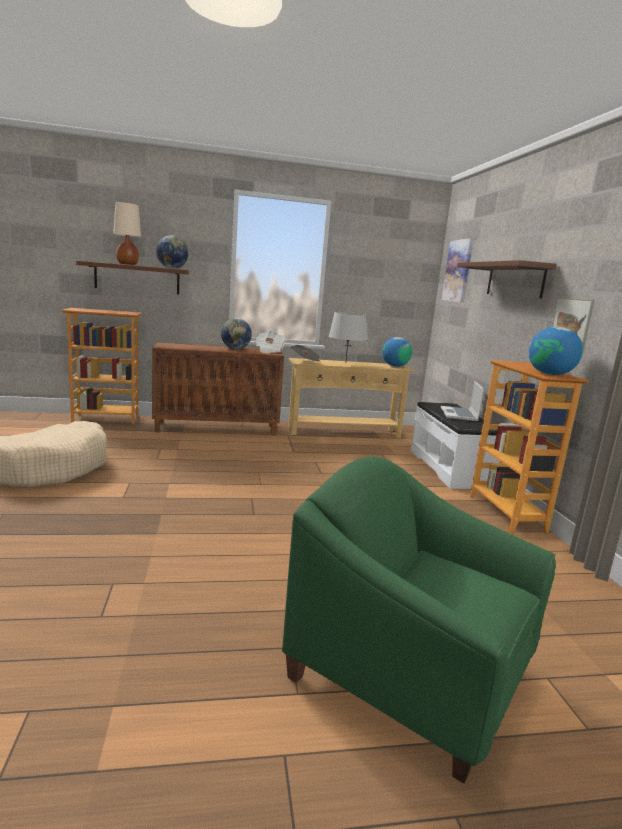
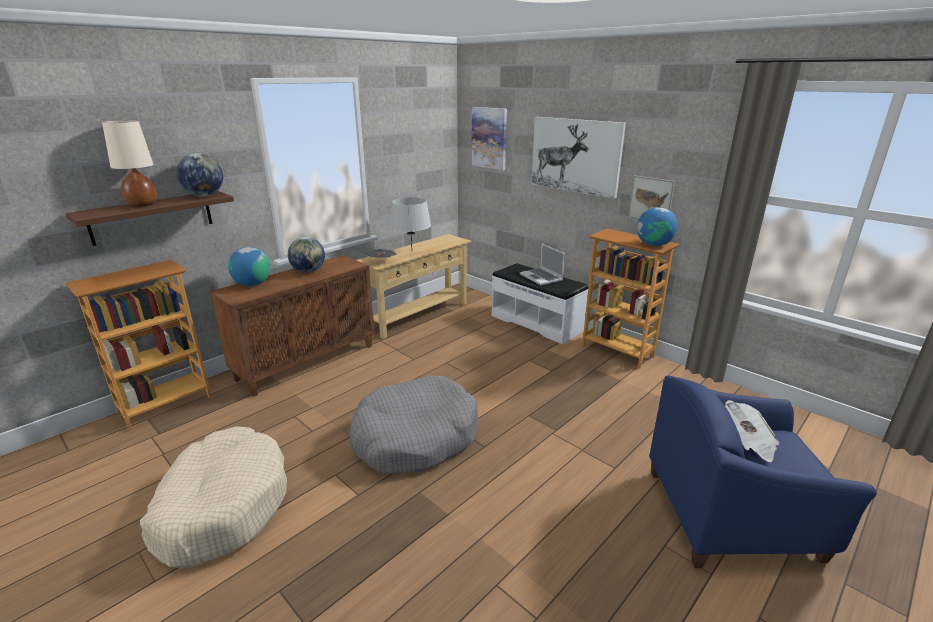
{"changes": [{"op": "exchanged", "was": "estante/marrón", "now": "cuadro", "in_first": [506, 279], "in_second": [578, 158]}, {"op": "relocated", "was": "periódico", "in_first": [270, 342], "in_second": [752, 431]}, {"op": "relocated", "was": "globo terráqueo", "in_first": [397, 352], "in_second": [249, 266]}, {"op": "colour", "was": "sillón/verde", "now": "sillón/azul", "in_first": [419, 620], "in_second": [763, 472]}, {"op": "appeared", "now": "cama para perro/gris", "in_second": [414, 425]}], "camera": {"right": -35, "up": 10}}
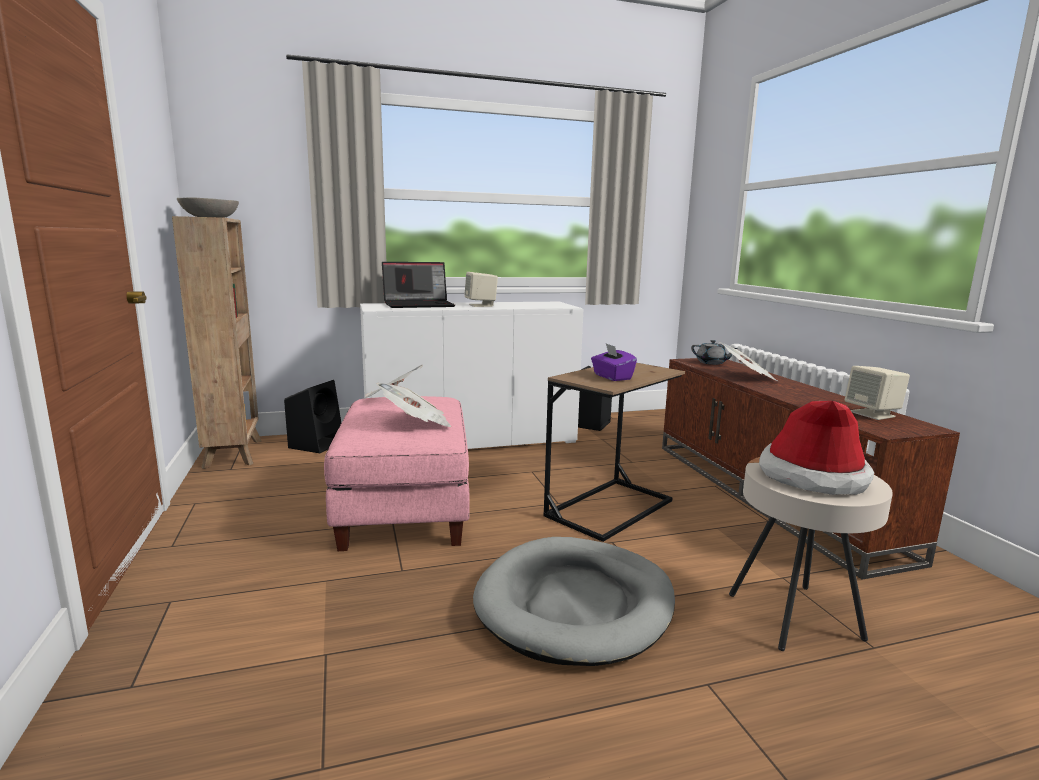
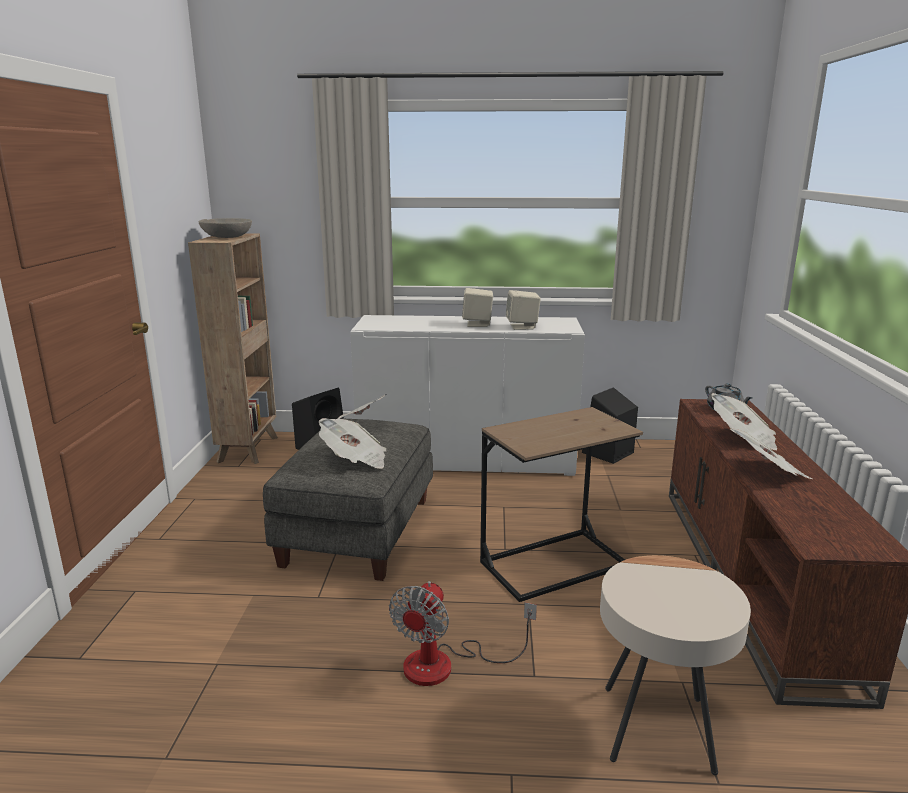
{"changes": [{"op": "missing", "was": "portátil", "in_first": [418, 285]}, {"op": "missing", "was": "caja de pañuelos/morado", "in_first": [614, 362]}, {"op": "relocated", "was": "altavoz/beis", "in_first": [877, 393], "in_second": [523, 310]}, {"op": "colour", "was": "puf/rosa", "now": "puf/gris", "in_first": [397, 473], "in_second": [348, 500]}, {"op": "missing", "was": "sombrero", "in_first": [816, 448]}, {"op": "exchanged", "was": "cama para perro/gris", "now": "ventilador", "in_first": [574, 601], "in_second": [463, 633]}, {"op": "appeared", "now": "periódico", "in_second": [771, 453]}], "camera": {"right": 20, "up": 5}}
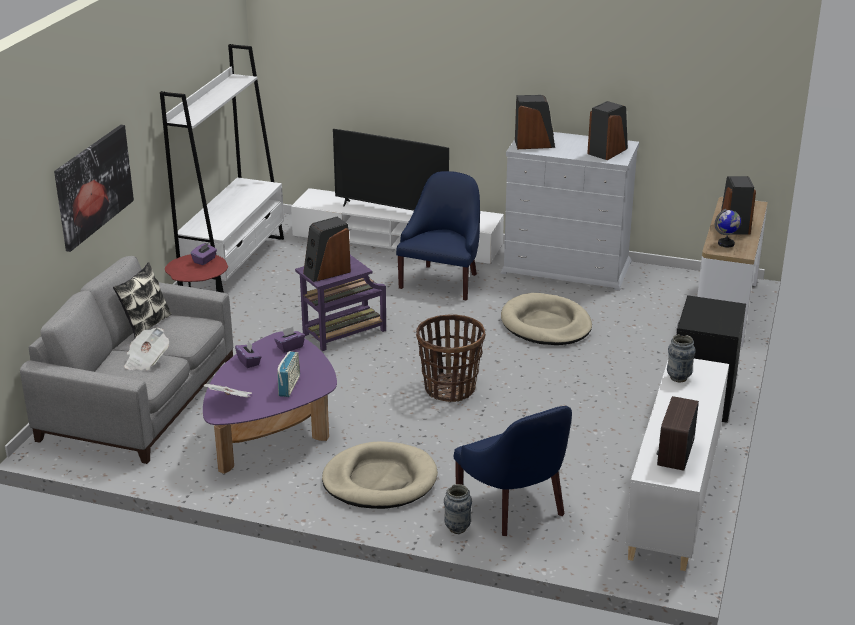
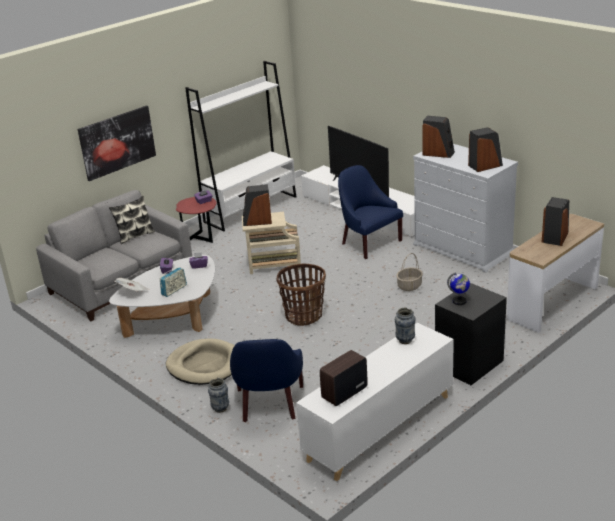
{"changes": [{"op": "spun", "was": "sillón/azul", "in_first": [438, 235], "in_second": [370, 212], "clockwise": -90}, {"op": "relocated", "was": "globo terráqueo", "in_first": [728, 228], "in_second": [458, 288]}, {"op": "colour", "was": "mesa auxiliar/morado", "now": "mesa auxiliar/beis", "in_first": [340, 303], "in_second": [271, 243]}, {"op": "exchanged", "was": "cama para perro/beis", "now": "cesta", "in_first": [546, 319], "in_second": [409, 272]}, {"op": "missing", "was": "periódico", "in_first": [146, 349]}, {"op": "colour", "was": "mesa de centro/morado", "now": "mesa de centro/blanco", "in_first": [270, 402], "in_second": [162, 296]}], "camera": {"right": 30, "up": 0}}
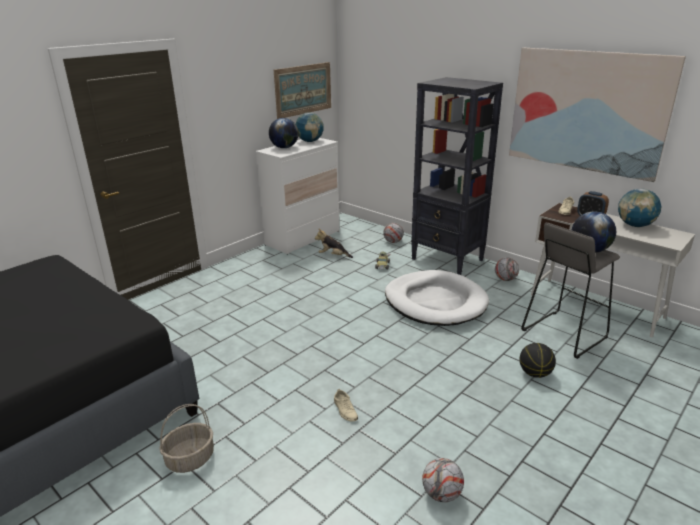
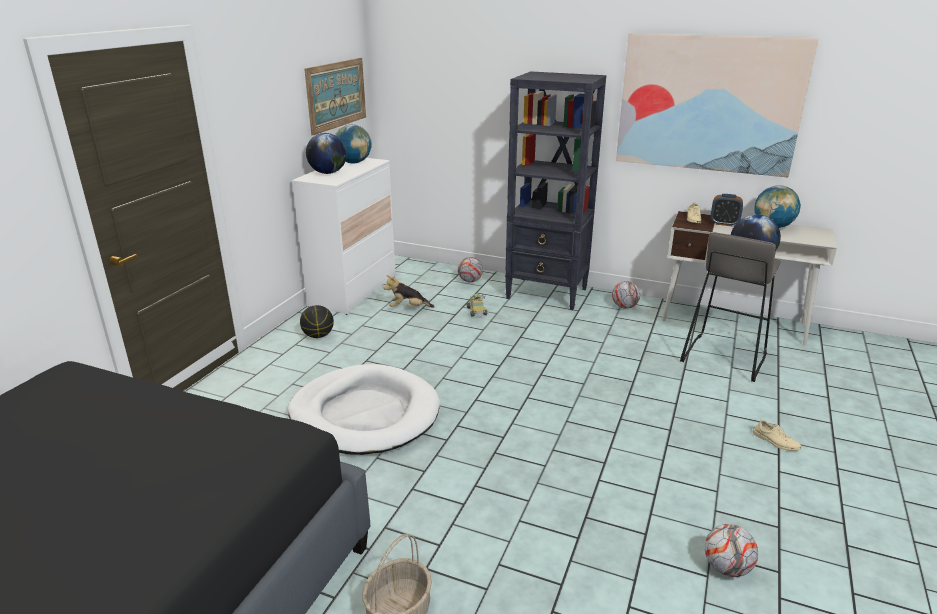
{"changes": [{"op": "relocated", "was": "cama para perro/blanco", "in_first": [437, 298], "in_second": [364, 409]}, {"op": "relocated", "was": "balón de baloncesto", "in_first": [537, 360], "in_second": [317, 321]}, {"op": "relocated", "was": "zapato/beis", "in_first": [346, 405], "in_second": [777, 435]}], "camera": {"right": -20, "up": 0}}
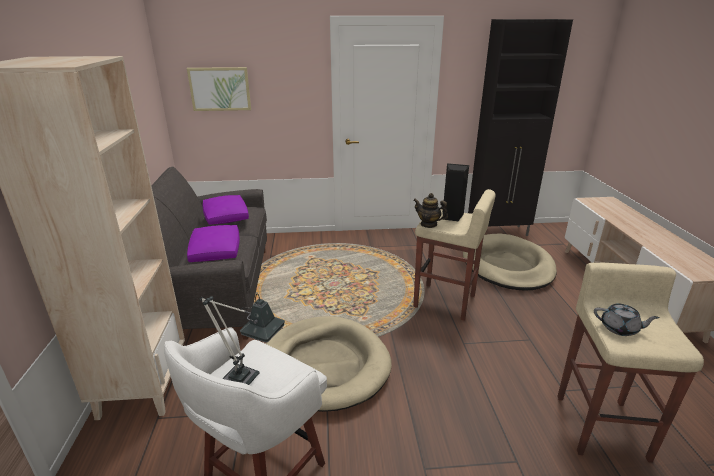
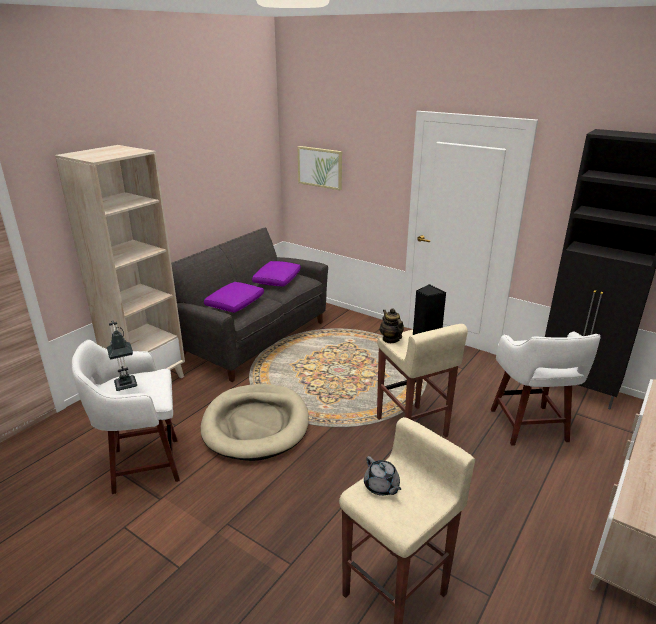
{"changes": [{"op": "exchanged", "was": "cama para perro/beis", "now": "taburete/blanco", "in_first": [510, 262], "in_second": [545, 388]}], "camera": {"right": 40, "up": 0}}
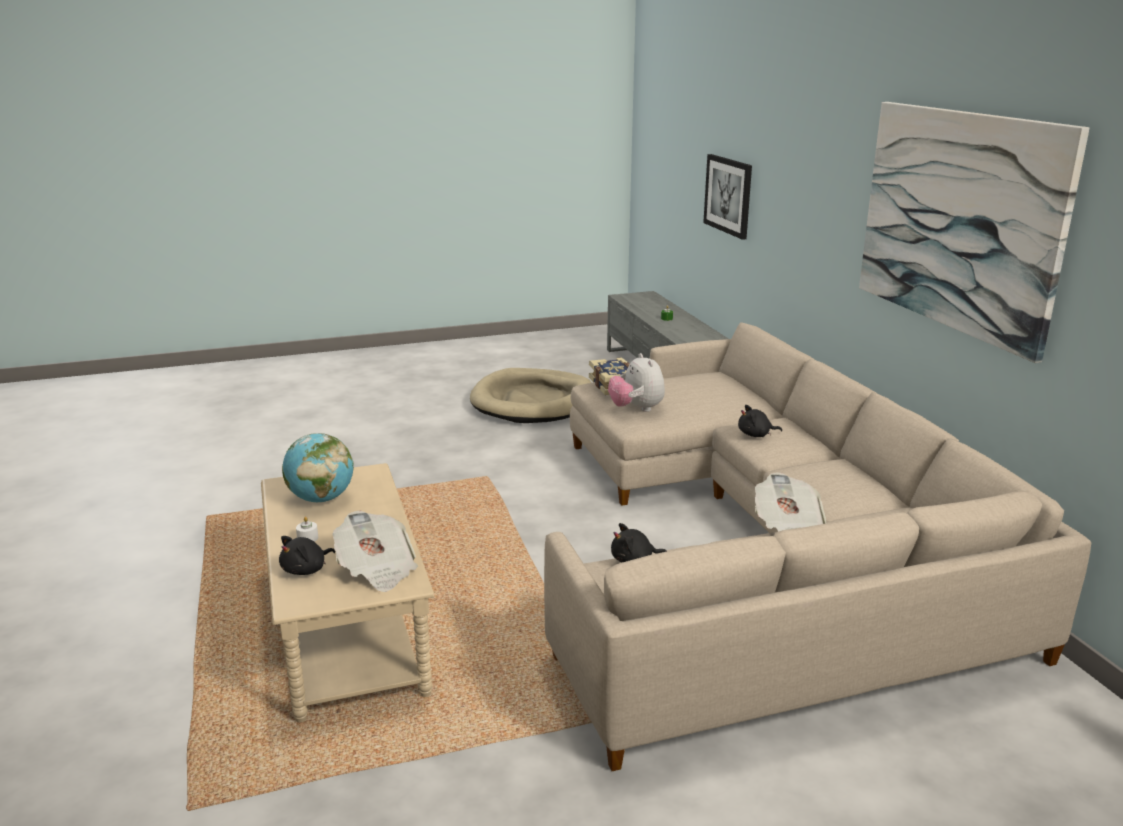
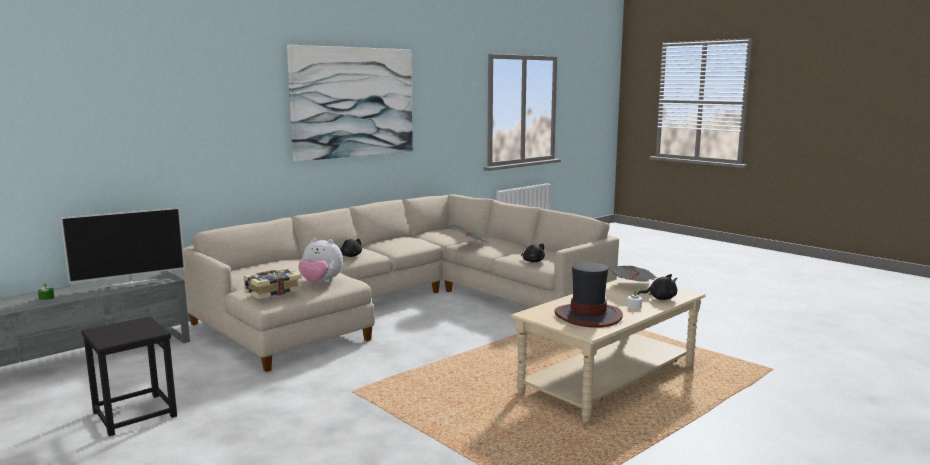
{"changes": [{"op": "missing", "was": "cuadro", "in_first": [727, 197]}, {"op": "spun", "was": "peluche", "in_first": [636, 382], "in_second": [320, 260], "clockwise": 60}, {"op": "exchanged", "was": "cama para perro/beis", "now": "taburete/negro", "in_first": [531, 395], "in_second": [129, 376]}, {"op": "exchanged", "was": "globo terráqueo", "now": "sombrero", "in_first": [318, 467], "in_second": [588, 295]}, {"op": "appeared", "now": "televisor", "in_second": [123, 247]}], "camera": {"right": -115, "up": -10}}
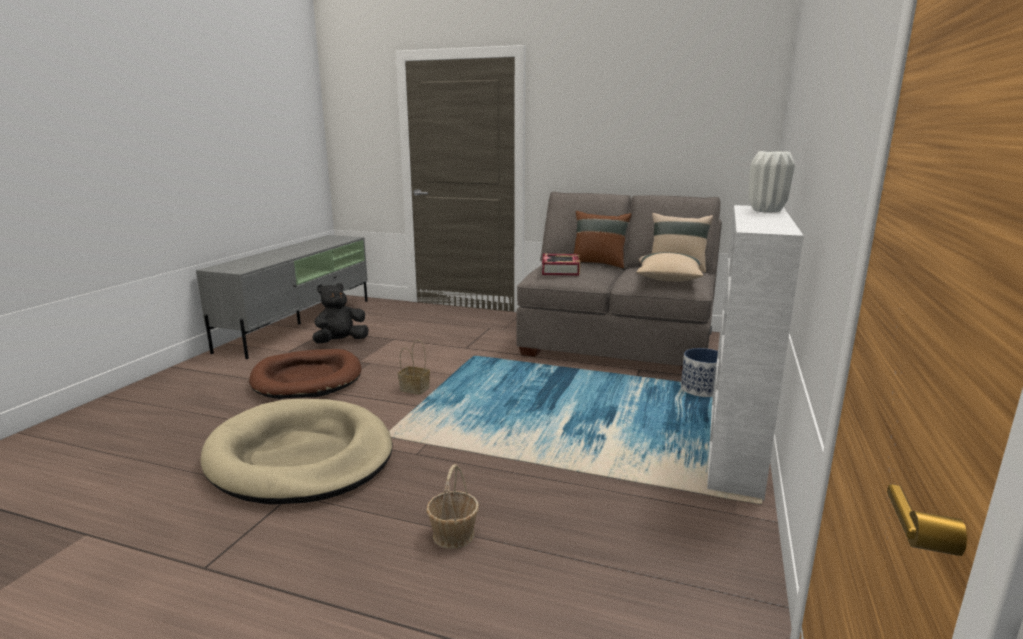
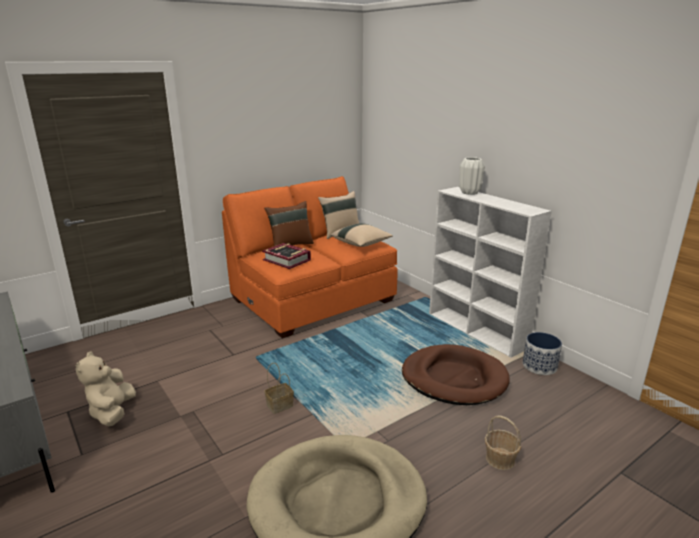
{"changes": [{"op": "colour", "was": "sofá/gris", "now": "sofá/naranja", "in_first": [619, 281], "in_second": [310, 257]}, {"op": "colour", "was": "peluche/negro", "now": "peluche/beis", "in_first": [340, 313], "in_second": [106, 388]}, {"op": "relocated", "was": "maceta", "in_first": [699, 372], "in_second": [542, 353]}, {"op": "relocated", "was": "cama para perro/marrón", "in_first": [305, 374], "in_second": [456, 374]}], "camera": {"right": -55, "up": 5}}
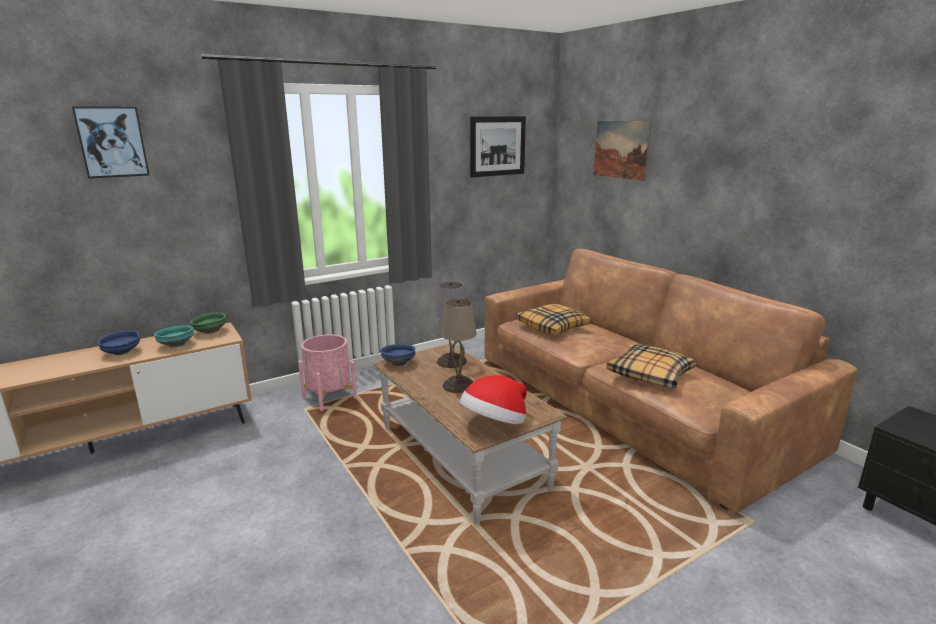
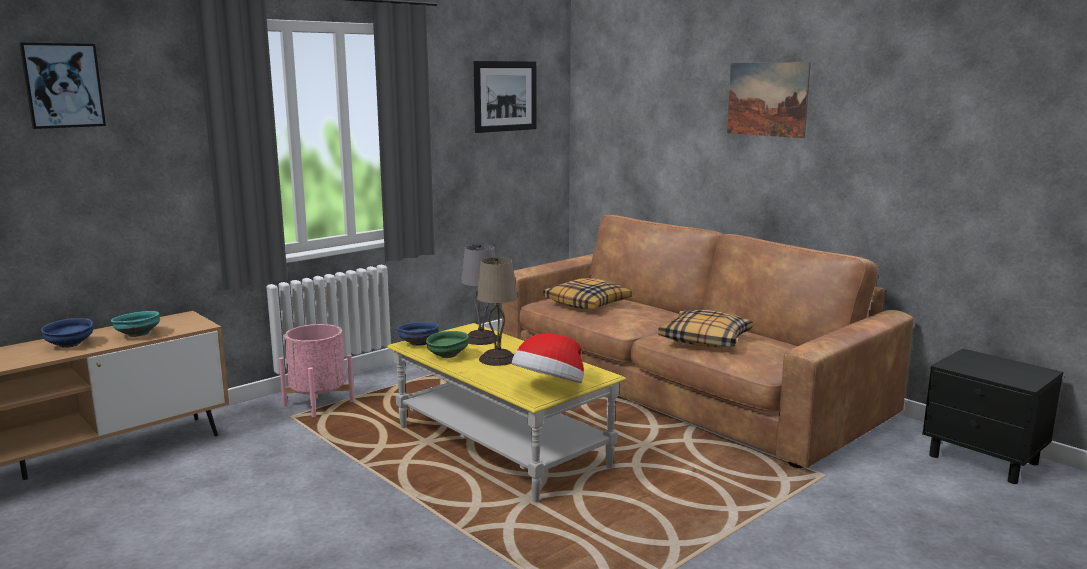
{"changes": [{"op": "relocated", "was": "cuadro", "in_first": [622, 151], "in_second": [769, 100]}, {"op": "relocated", "was": "cuenco/verde", "in_first": [208, 323], "in_second": [447, 344]}, {"op": "colour", "was": "mesa de centro/marrón", "now": "mesa de centro/amarillo", "in_first": [470, 433], "in_second": [506, 412]}], "camera": {"right": -10, "up": -5}}
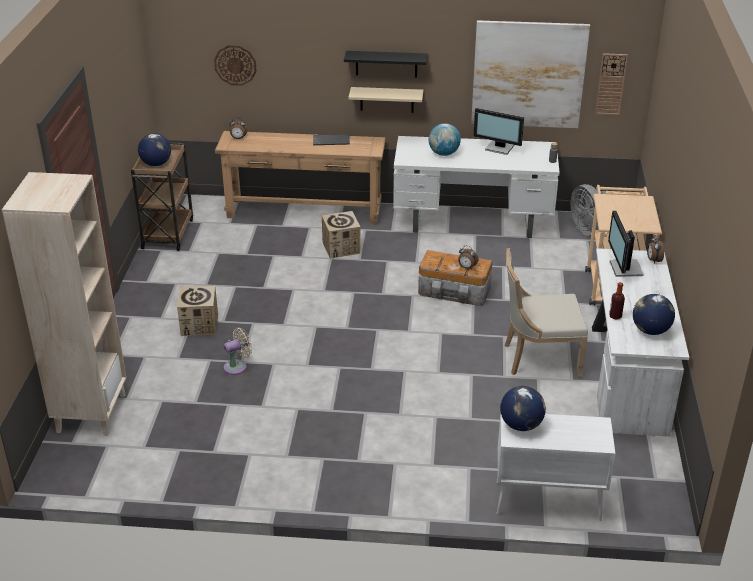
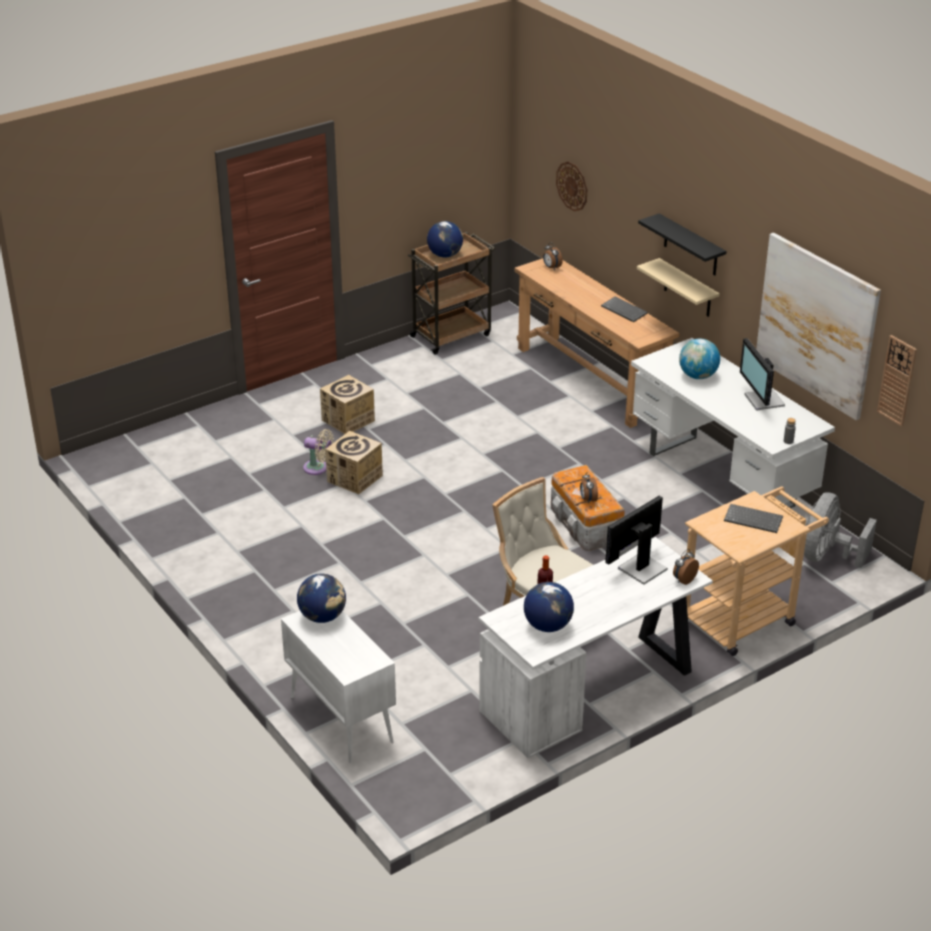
{"changes": [{"op": "missing", "was": "estantería/beis", "in_first": [64, 304]}, {"op": "relocated", "was": "caja de cartón", "in_first": [341, 235], "in_second": [354, 462]}, {"op": "appeared", "now": "teclado", "in_second": [753, 518]}], "camera": {"right": 50, "up": 0}}
